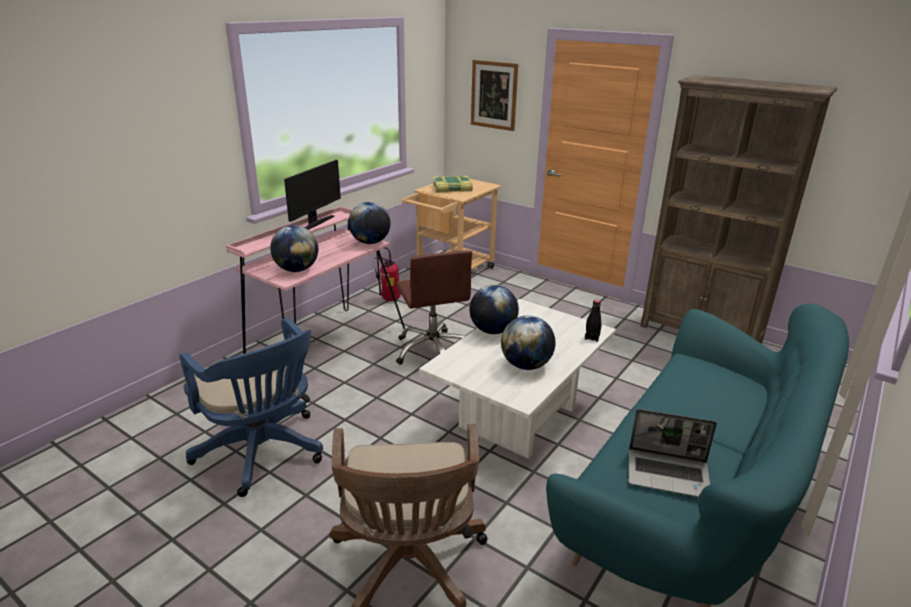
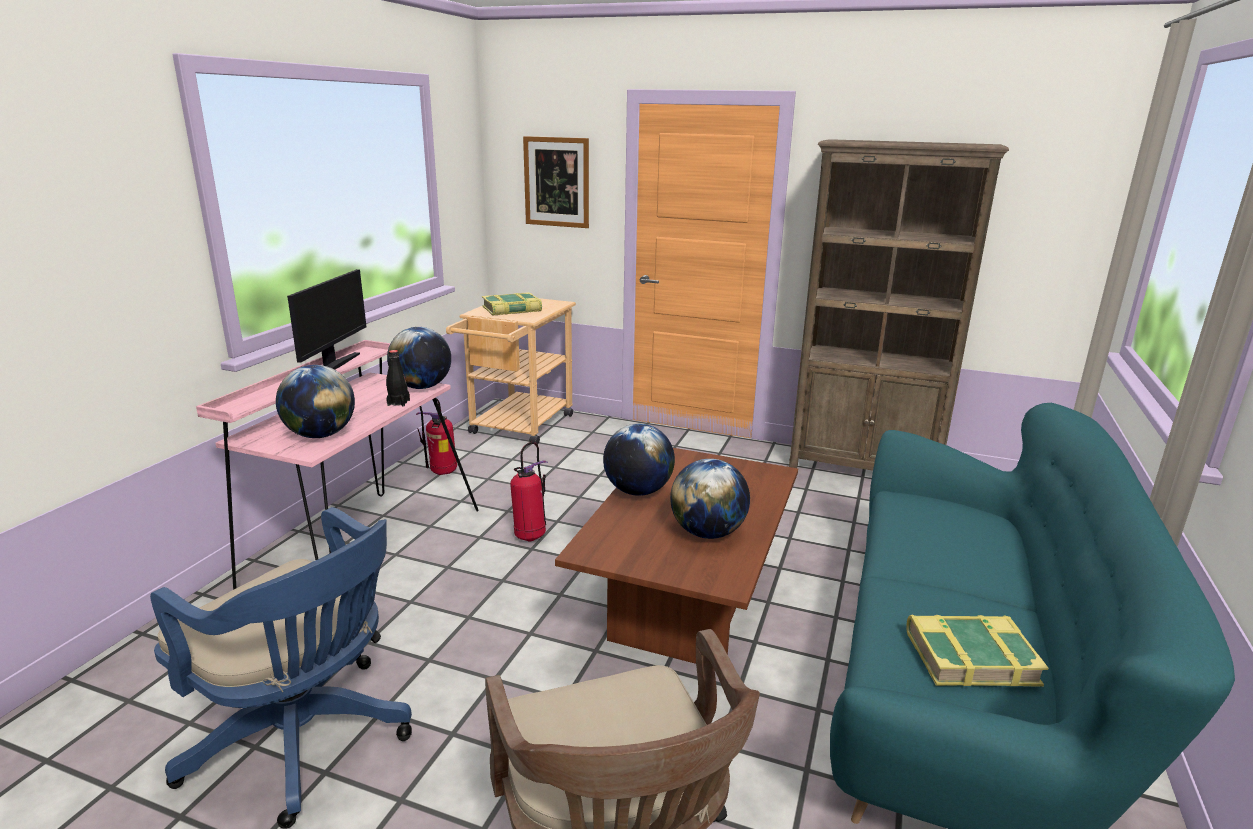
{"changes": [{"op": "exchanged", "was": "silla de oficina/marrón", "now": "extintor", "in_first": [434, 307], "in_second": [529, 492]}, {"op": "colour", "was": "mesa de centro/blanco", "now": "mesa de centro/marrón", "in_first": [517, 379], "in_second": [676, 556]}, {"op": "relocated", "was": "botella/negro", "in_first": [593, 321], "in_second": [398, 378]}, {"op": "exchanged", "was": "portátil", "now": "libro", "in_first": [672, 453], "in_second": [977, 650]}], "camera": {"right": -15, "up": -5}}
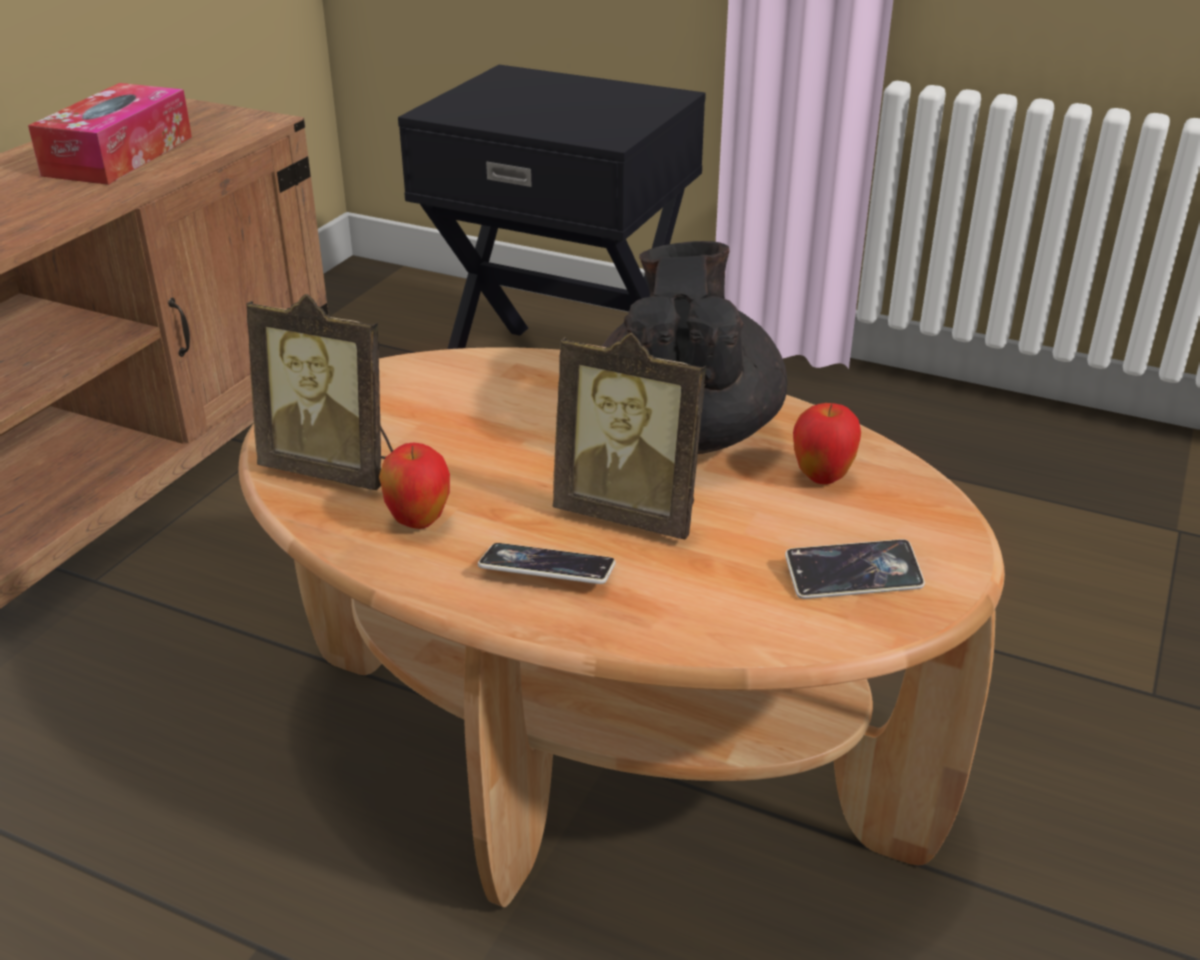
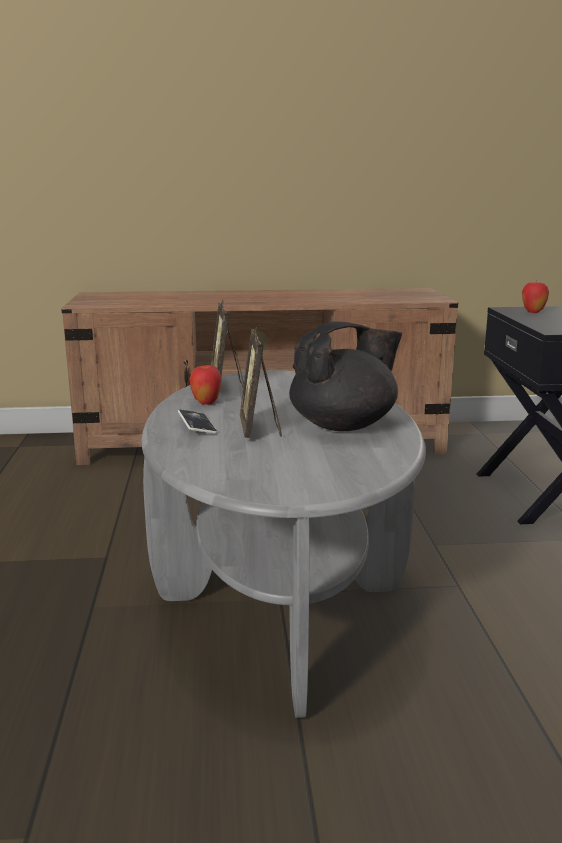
{"changes": [{"op": "missing", "was": "caja de pañuelos", "in_first": [110, 134]}, {"op": "colour", "was": "mesa de centro/marrón", "now": "mesa de centro/gris", "in_first": [622, 627], "in_second": [284, 544]}, {"op": "relocated", "was": "manzana", "in_first": [827, 443], "in_second": [535, 297]}, {"op": "missing", "was": "móvil", "in_first": [855, 569]}], "camera": {"right": 60, "up": -15}}
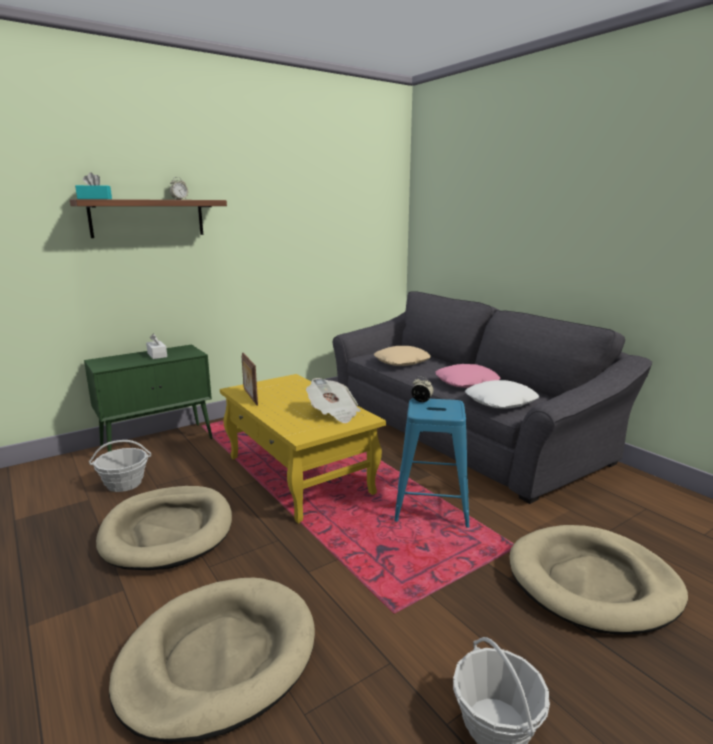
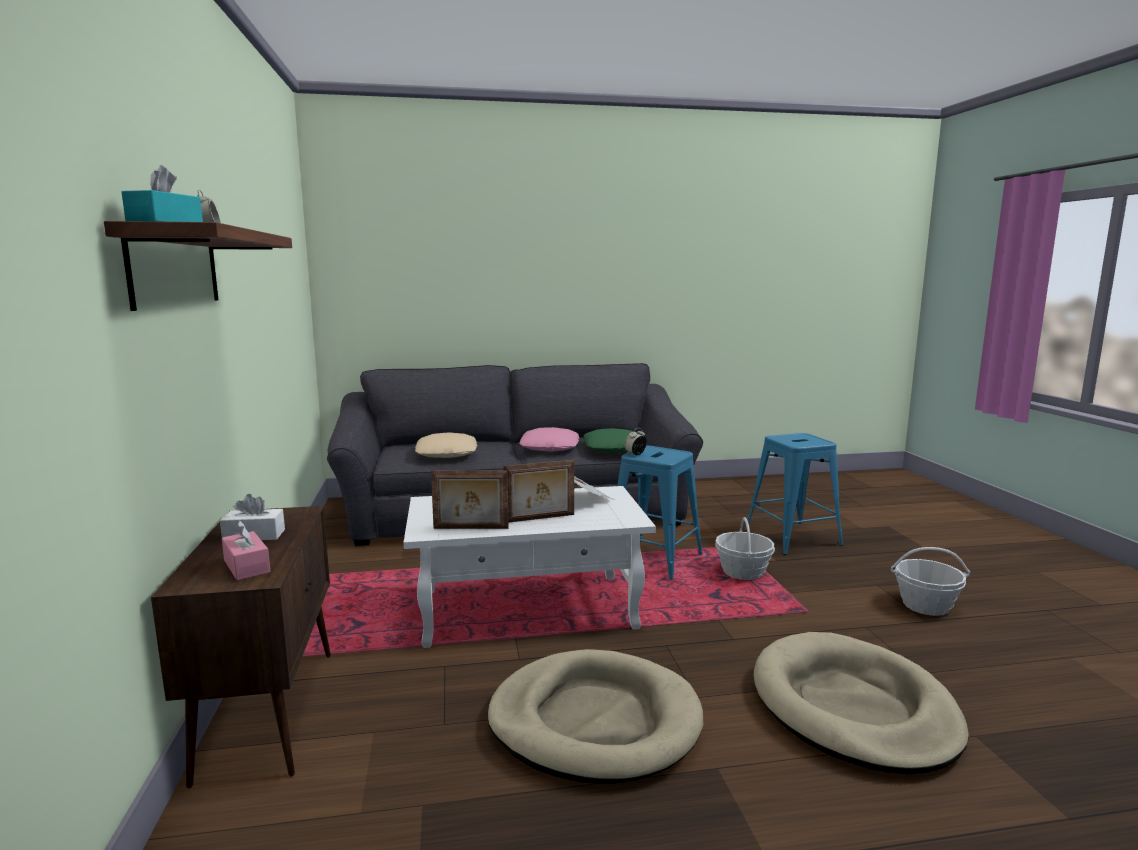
{"changes": [{"op": "colour", "was": "armario/verde", "now": "armario/marrón", "in_first": [148, 398], "in_second": [241, 647]}, {"op": "colour", "was": "mesa de centro/amarillo", "now": "mesa de centro/blanco", "in_first": [303, 448], "in_second": [530, 567]}, {"op": "colour", "was": "cojín/blanco", "now": "cojín/verde", "in_first": [502, 394], "in_second": [608, 440]}, {"op": "relocated", "was": "cesta", "in_first": [120, 466], "in_second": [745, 548]}, {"op": "exchanged", "was": "cama para perro/beis", "now": "taburete/azul", "in_first": [598, 580], "in_second": [794, 494]}, {"op": "appeared", "now": "portarretratos", "in_second": [538, 491]}, {"op": "appeared", "now": "caja de pañuelos/rosa", "in_second": [246, 550]}], "camera": {"right": -65, "up": -5}}
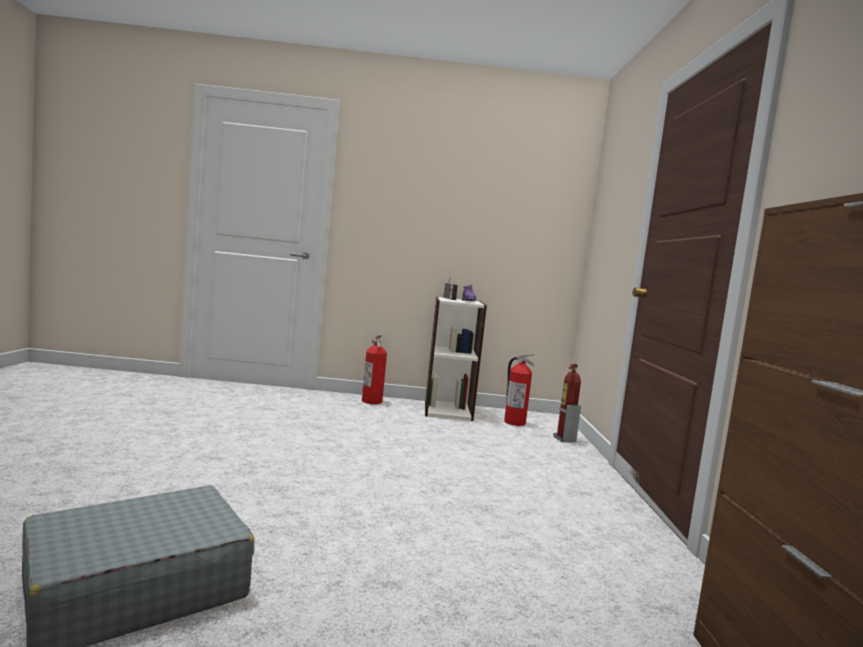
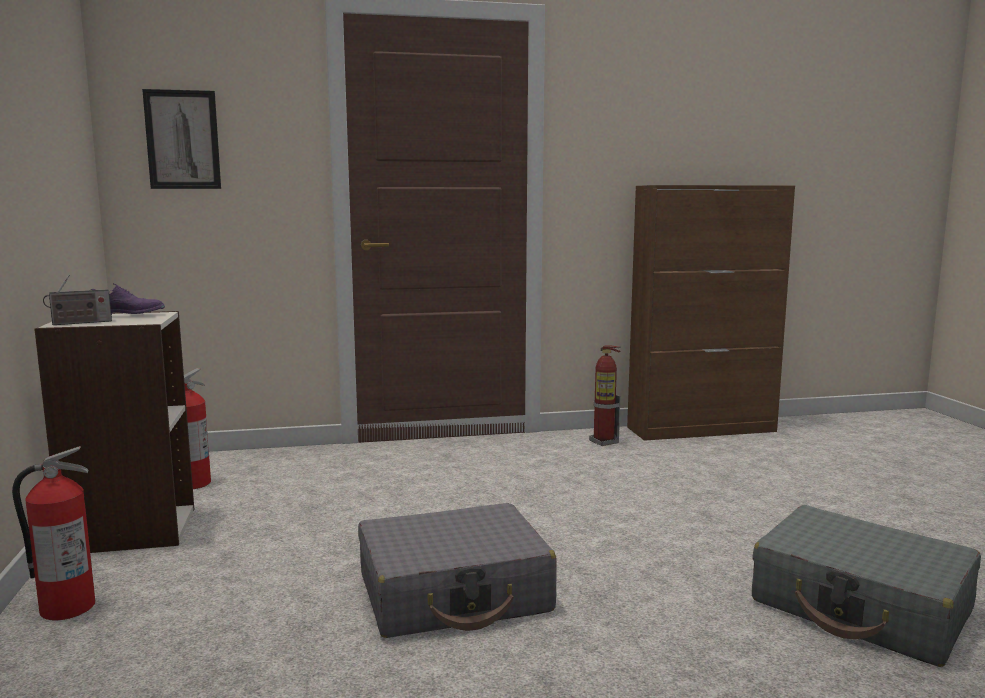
{"changes": [{"op": "relocated", "was": "extintor", "in_first": [567, 403], "in_second": [605, 395]}, {"op": "appeared", "now": "cuadro", "in_second": [181, 139]}, {"op": "appeared", "now": "maleta/gris", "in_second": [457, 570]}], "camera": {"right": -100, "up": 5}}
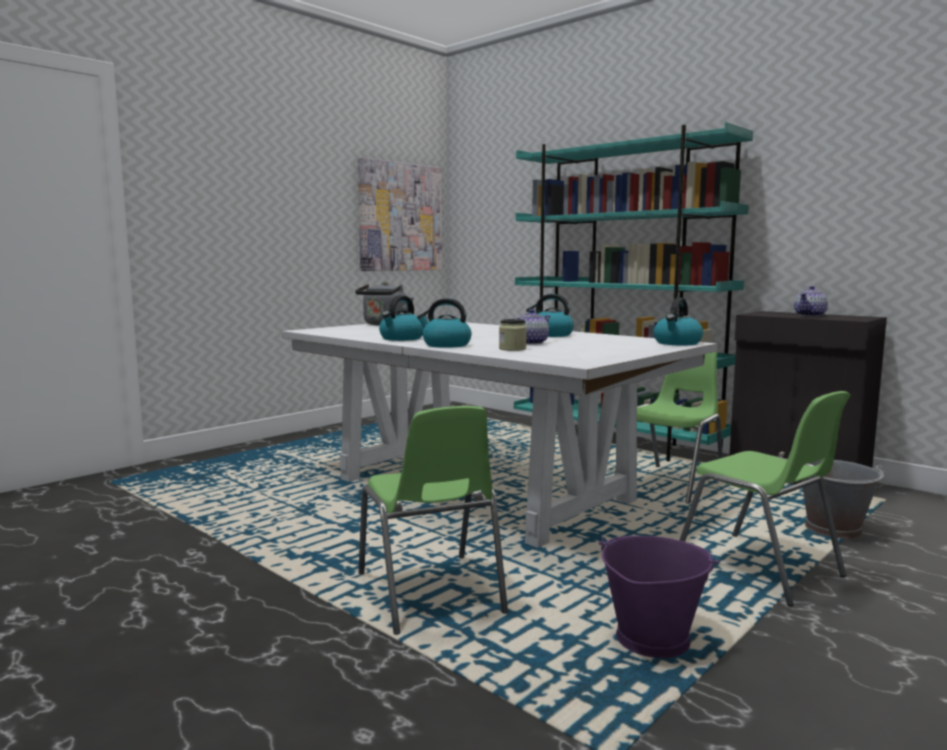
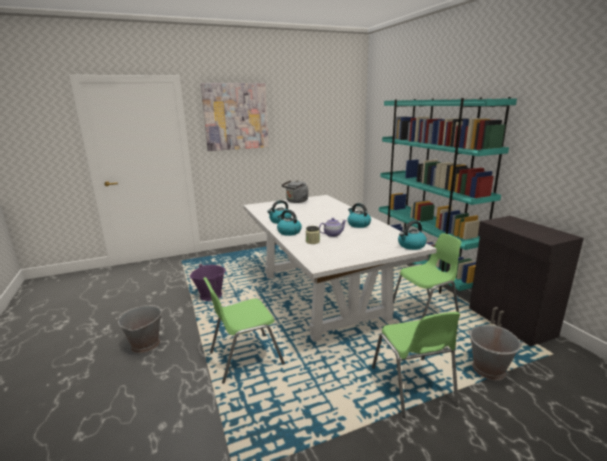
{"changes": [{"op": "relocated", "was": "cuadro", "in_first": [400, 214], "in_second": [235, 117]}, {"op": "missing", "was": "tetera", "in_first": [811, 301]}, {"op": "spun", "was": "silla/verde", "in_first": [433, 520], "in_second": [244, 330], "clockwise": 60}, {"op": "relocated", "was": "cubo/morado", "in_first": [659, 597], "in_second": [208, 282]}, {"op": "appeared", "now": "cubo/gris", "in_second": [140, 329]}], "camera": {"right": 25, "up": 10}}
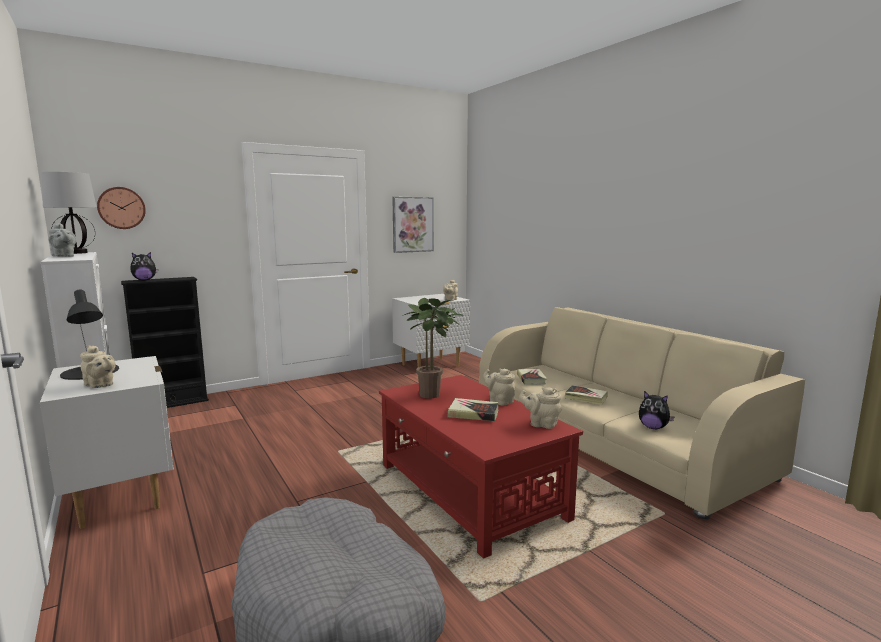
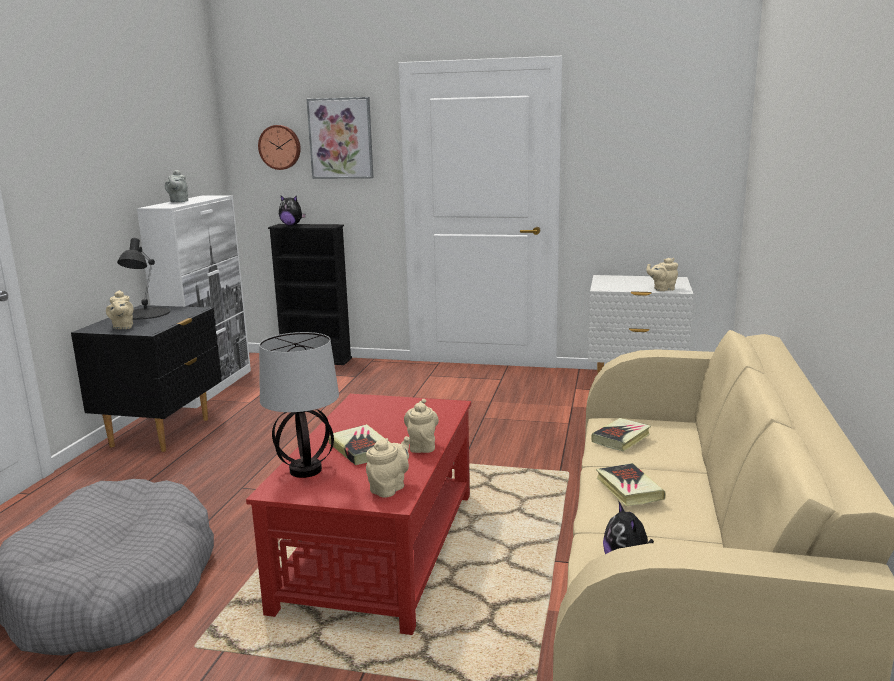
{"changes": [{"op": "relocated", "was": "lámpara de mesa", "in_first": [69, 213], "in_second": [299, 405]}, {"op": "relocated", "was": "cuadro", "in_first": [413, 225], "in_second": [340, 138]}, {"op": "missing", "was": "planta en maceta", "in_first": [434, 348]}, {"op": "colour", "was": "mesita de noche/blanco", "now": "mesita de noche/negro", "in_first": [107, 442], "in_second": [146, 378]}, {"op": "spun", "was": "tetera/beis", "in_first": [540, 408], "in_second": [387, 467], "clockwise": 60}], "camera": {"right": 45, "up": 5}}
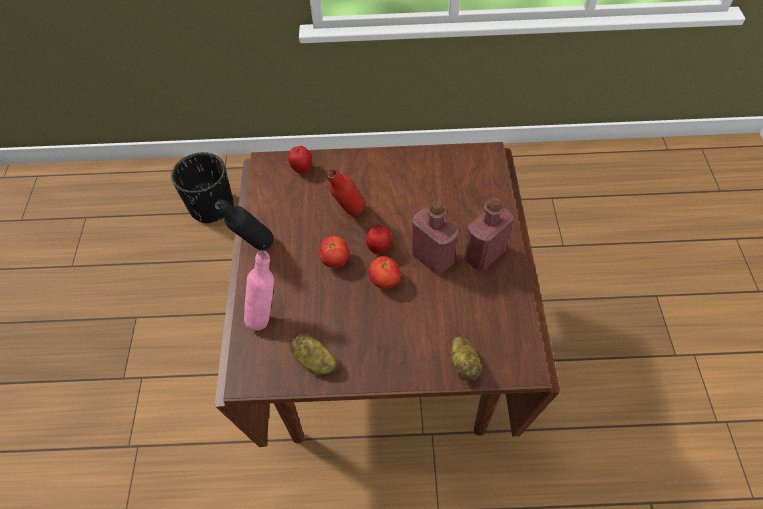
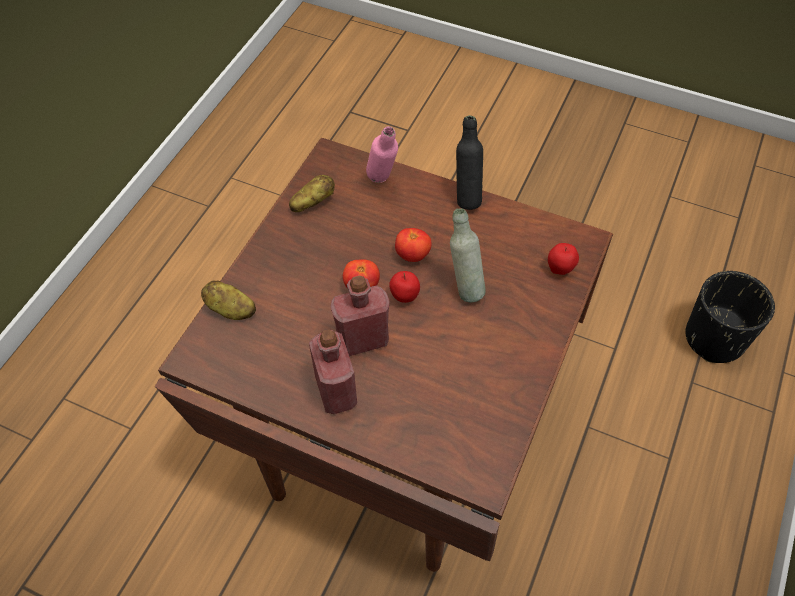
{"changes": [{"op": "colour", "was": "botella/rojo", "now": "botella/gris", "in_first": [346, 192], "in_second": [468, 255]}], "camera": {"right": 115, "up": 0}}
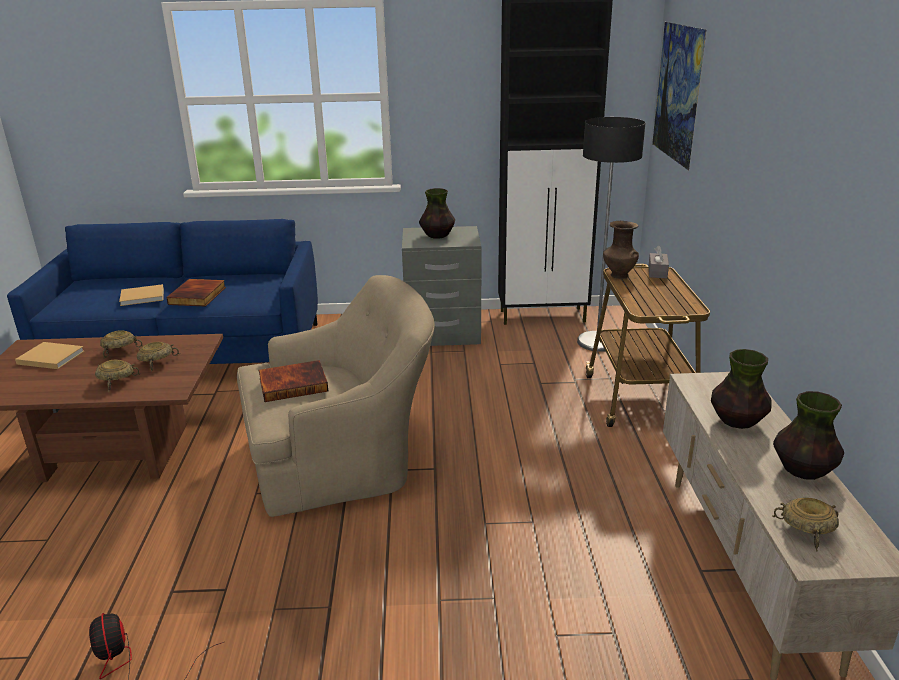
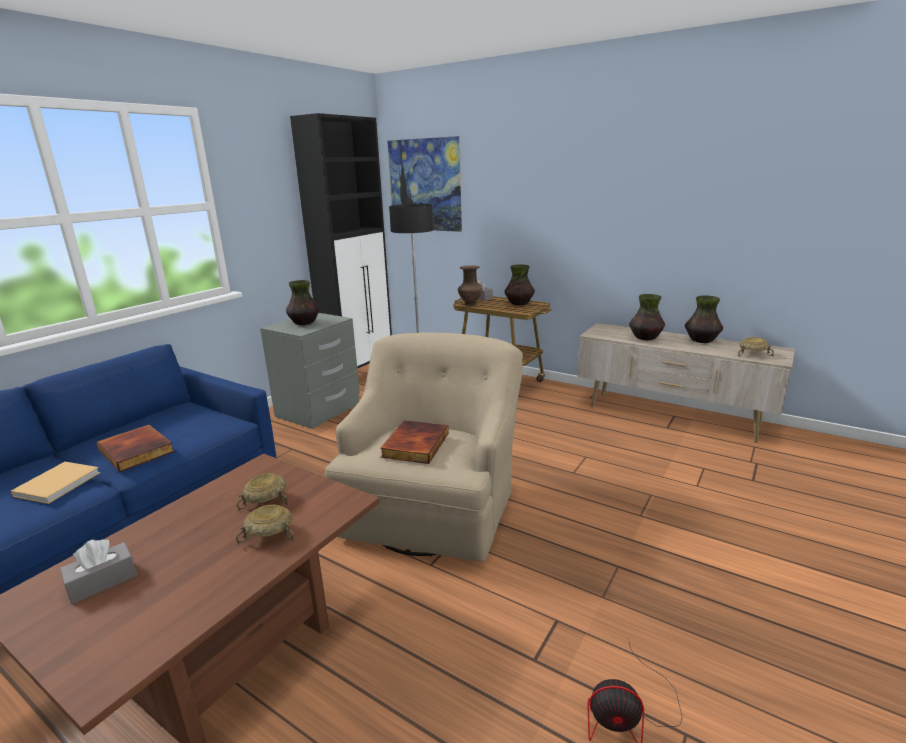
{"changes": [{"op": "missing", "was": "cuenco/beis", "in_first": [121, 344]}, {"op": "exchanged", "was": "libro/beis", "now": "caja de pañuelos/gris", "in_first": [49, 355], "in_second": [98, 572]}, {"op": "appeared", "now": "florero", "in_second": [520, 285]}], "camera": {"right": -55, "up": -5}}
